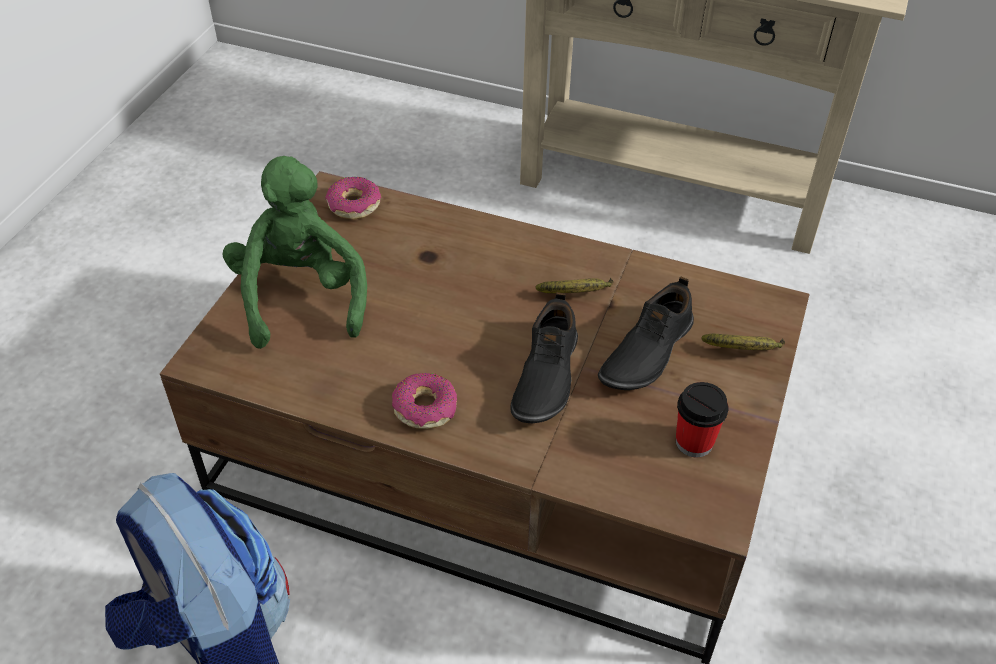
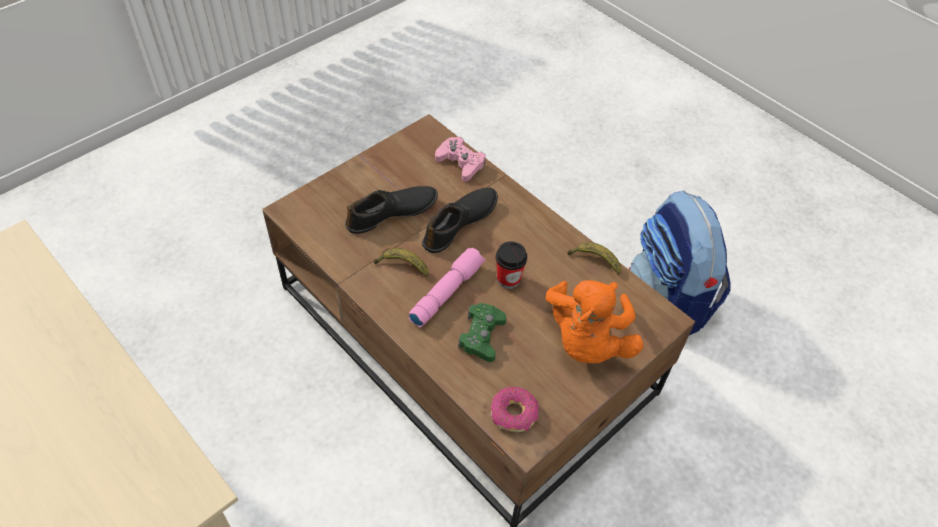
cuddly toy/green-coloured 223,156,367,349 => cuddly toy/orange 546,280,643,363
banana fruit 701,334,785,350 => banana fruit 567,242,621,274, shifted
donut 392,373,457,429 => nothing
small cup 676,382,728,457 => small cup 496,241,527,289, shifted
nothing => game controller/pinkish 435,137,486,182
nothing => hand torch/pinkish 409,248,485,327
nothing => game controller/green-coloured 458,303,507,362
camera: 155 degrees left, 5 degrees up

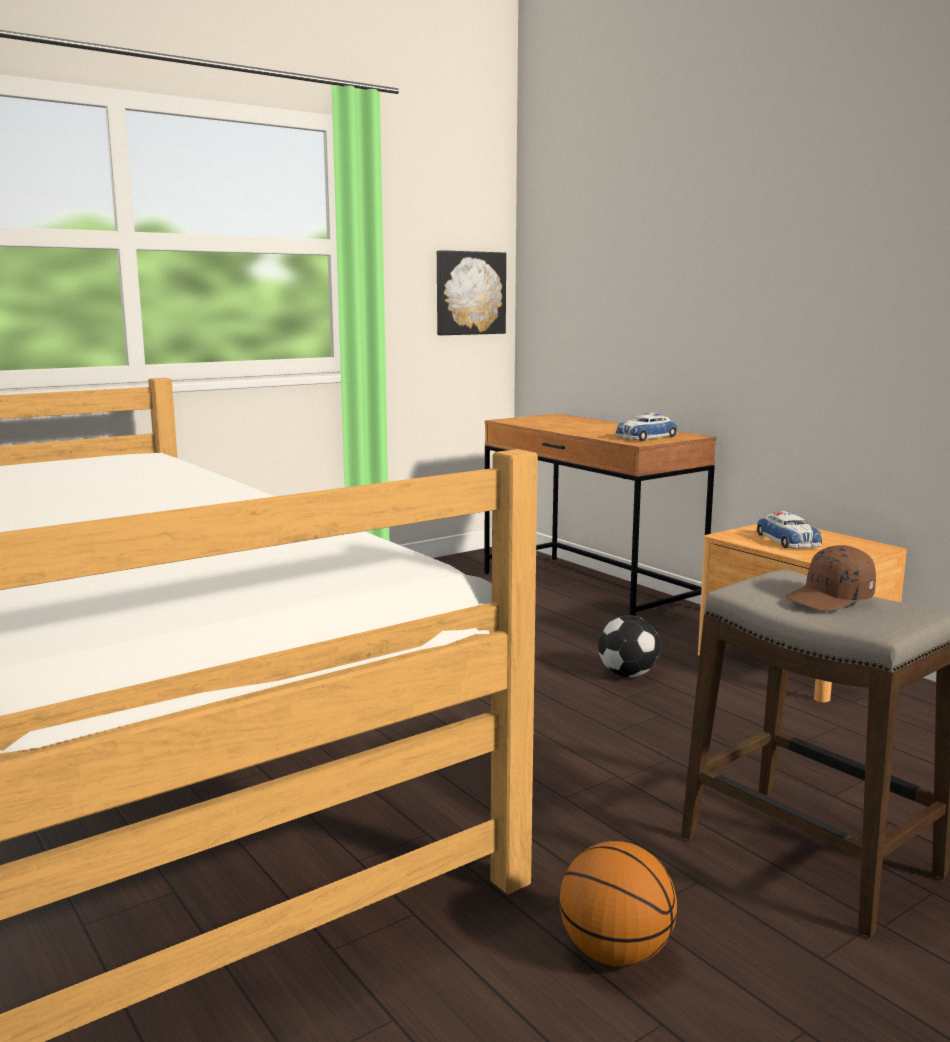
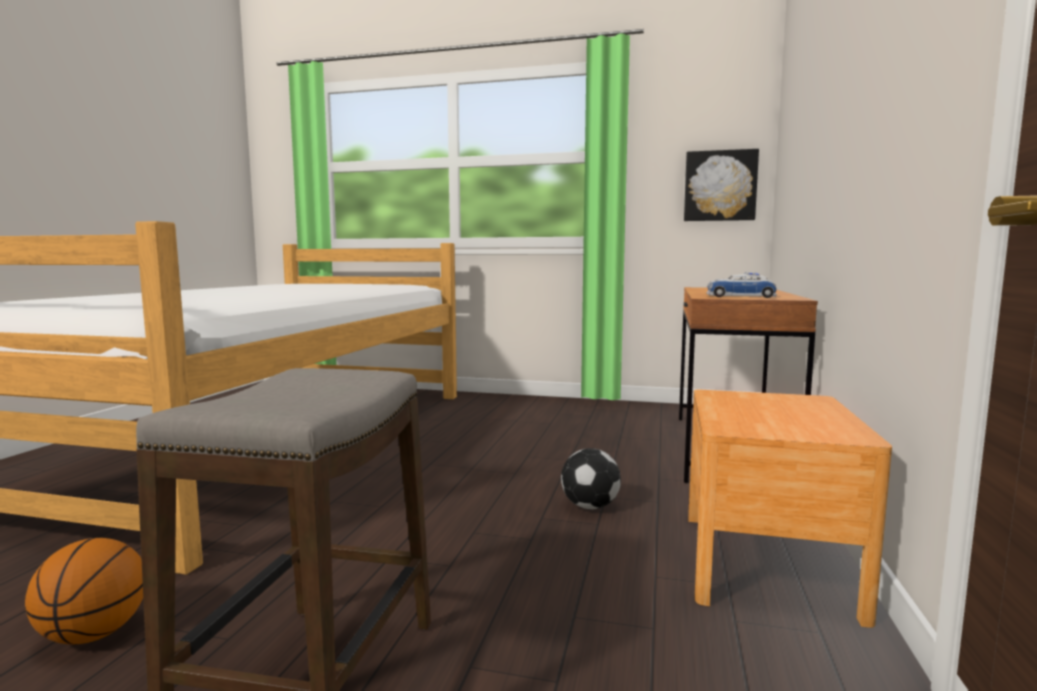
model car 756,511,822,548 => nothing
cap/brownish 785,545,876,611 => nothing
camera: 50 degrees right, 5 degrees down

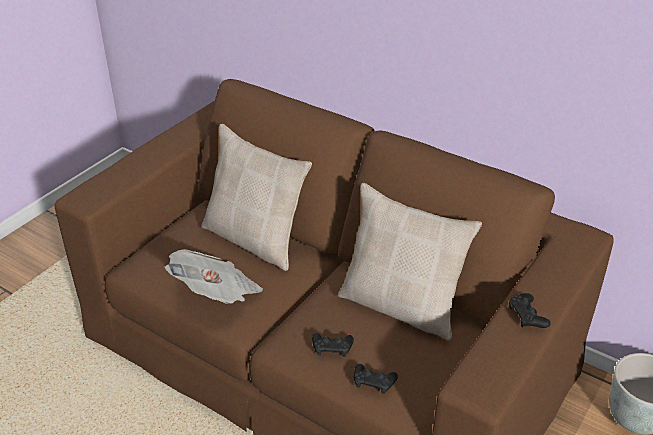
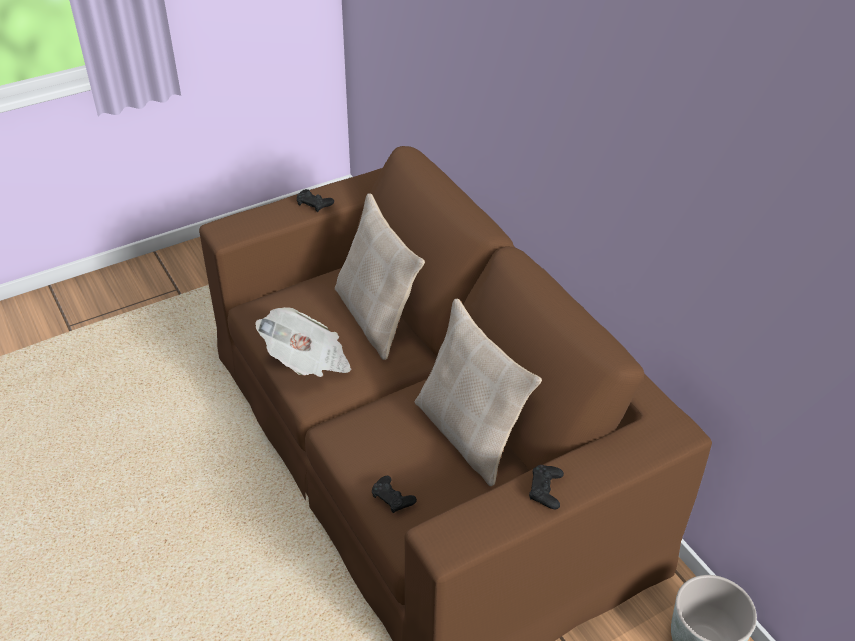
game controller/black 312,333,354,357 => game controller/black 297,189,334,212, shifted
camera: 25 degrees right, 5 degrees up

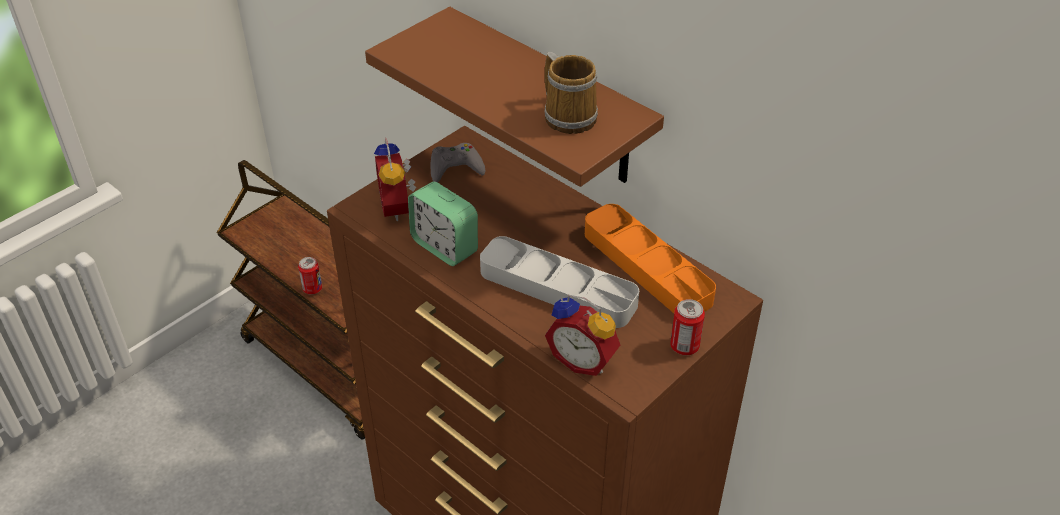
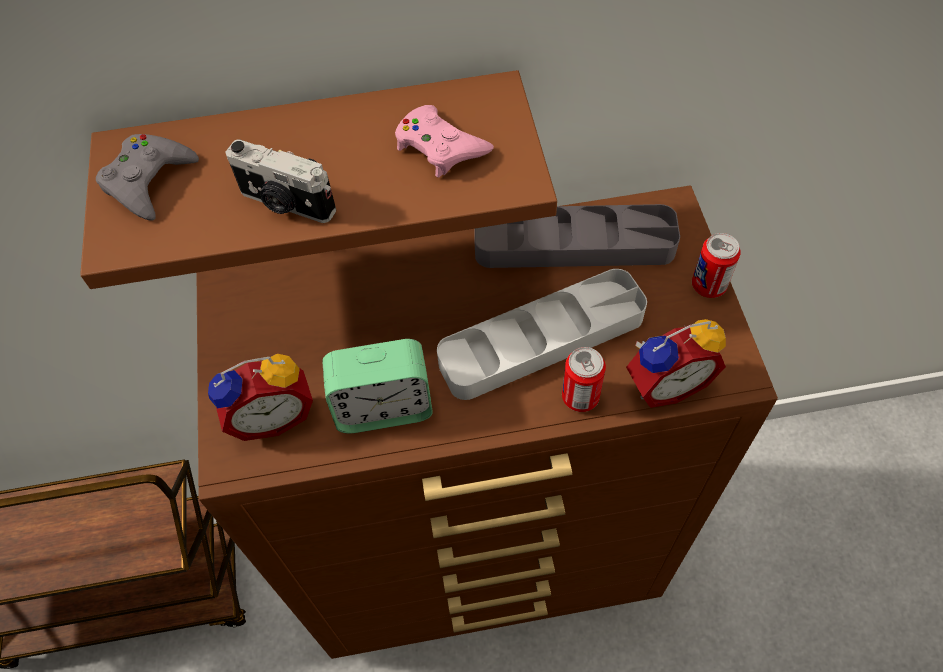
coffee mug 544,52,598,134 => game controller/pinkish 395,105,494,178
alarm clock 374,138,416,221 => alarm clock 208,354,313,441, 45 degrees counterclockwise
game controller/grey 431,143,485,182 => game controller/grey 96,134,199,221, shifted
serving tray/orange 585,204,716,313 => serving tray/grey 474,204,680,268
sealed can 298,257,322,295 => sealed can 562,347,606,412, shifted
nothing => photo camera 226,139,336,223
camera: 50 degrees left, 15 degrees up

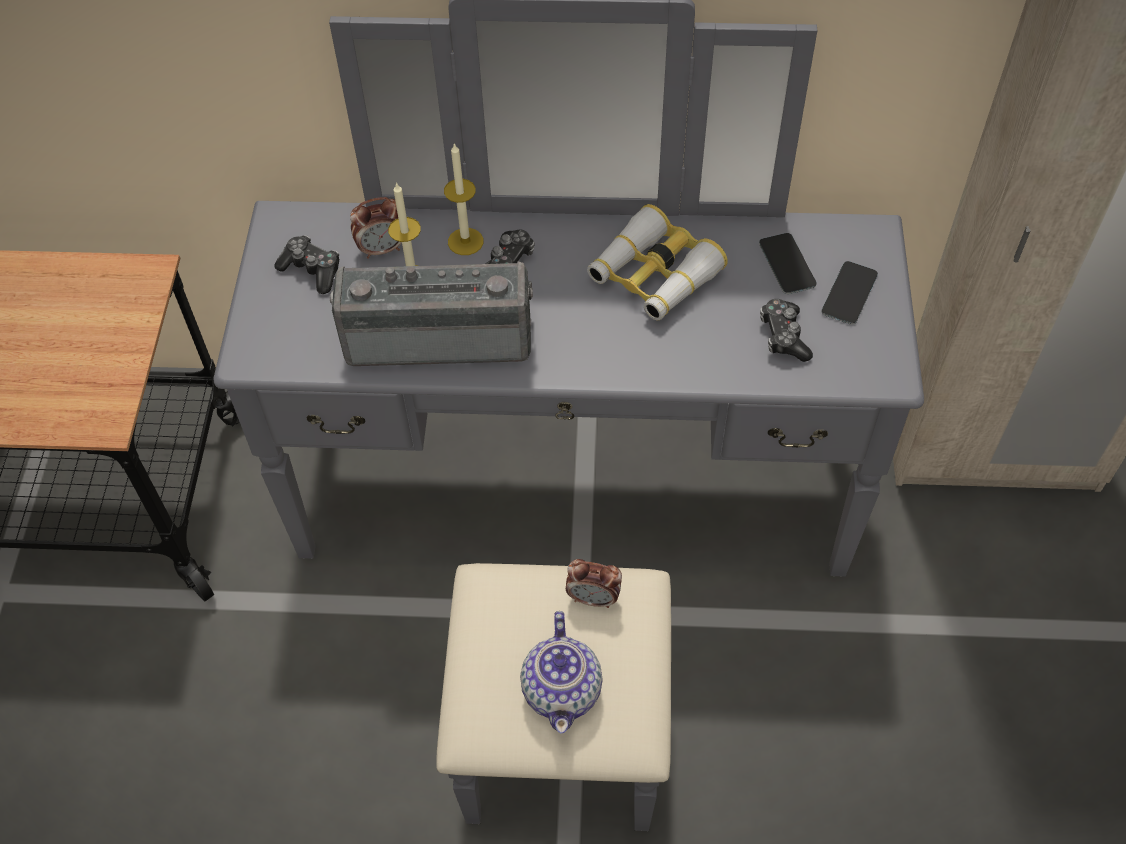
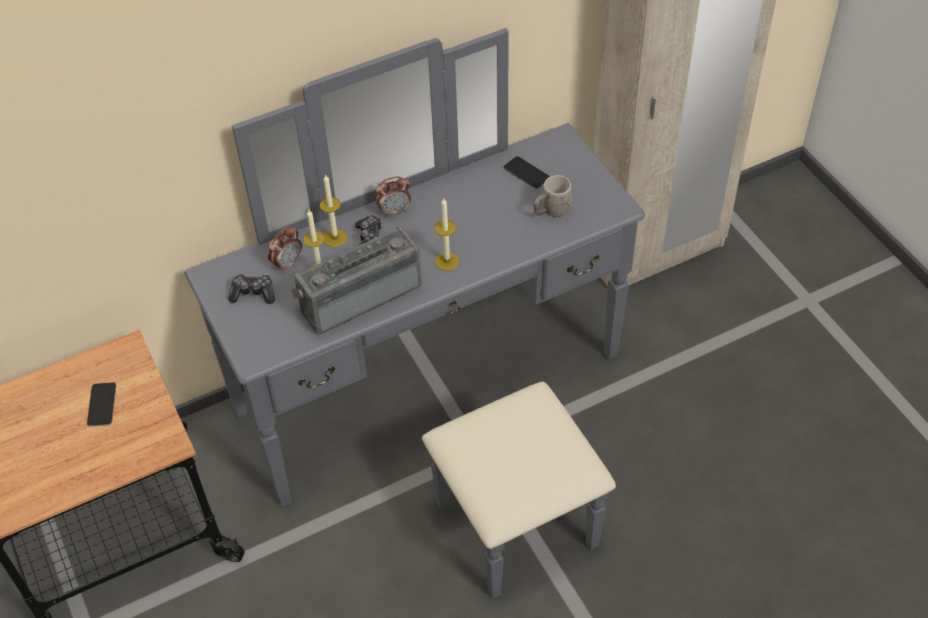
binoculars 587,204,728,320 => nothing
phone 821,261,878,325 => phone 87,382,116,427, shifted
game controller 760,299,813,362 => coffee mug/grey 534,175,572,217
alarm clock 566,559,622,608 => alarm clock 375,176,411,217, shifted
teapot 520,611,603,733 => nothing
nothing => wax light 435,198,459,271
camera: 30 degrees left, 5 degrees down

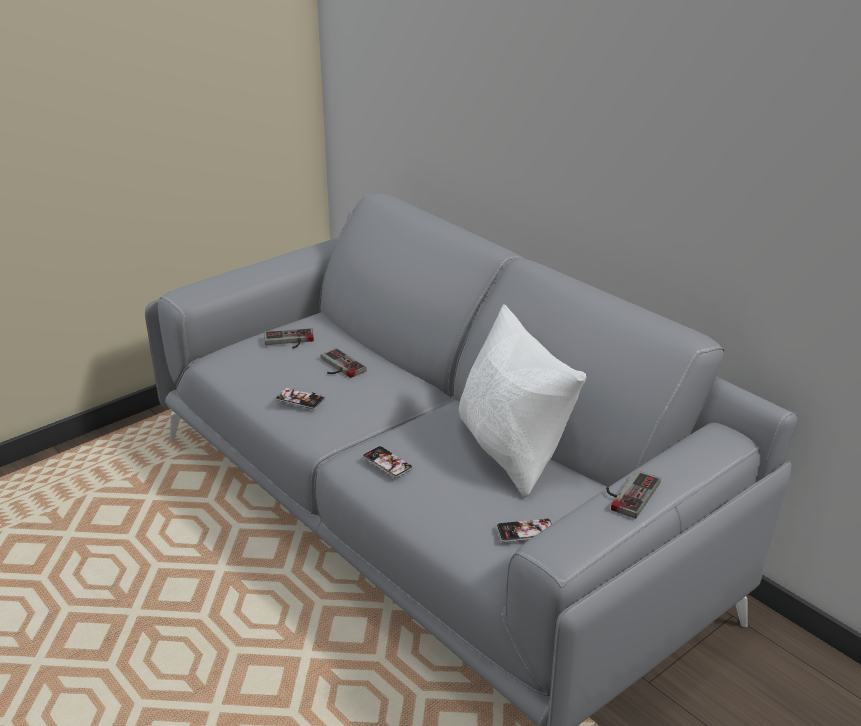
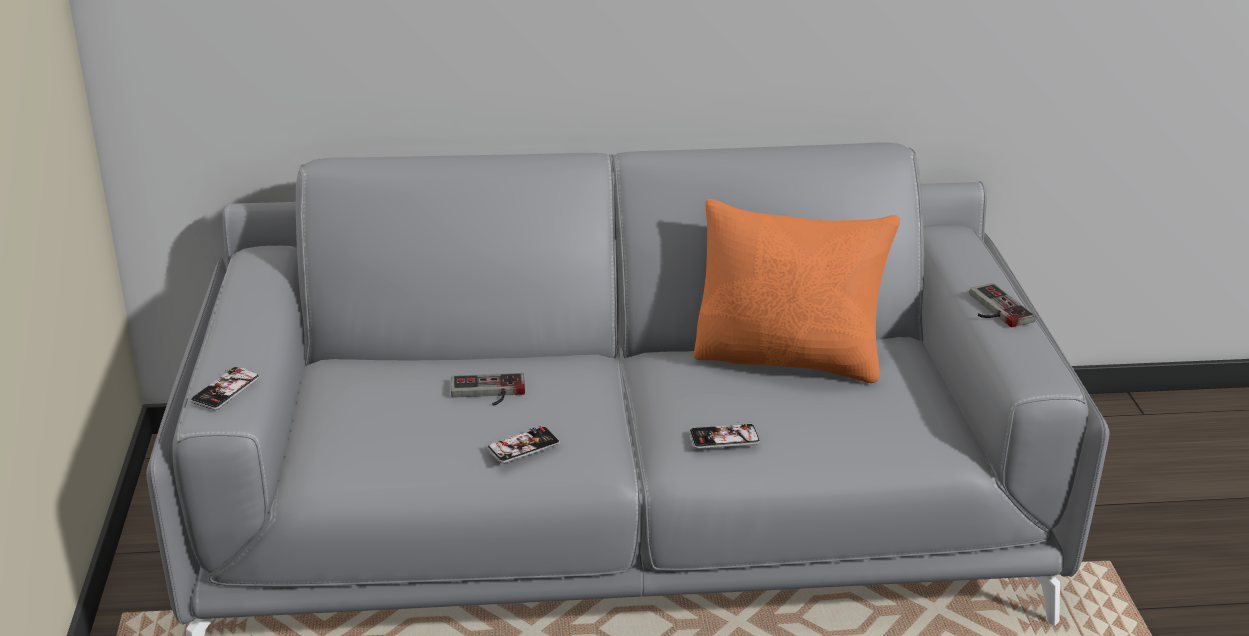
cushion/white 459,304,586,497 => cushion/orange 694,199,900,383
game controller 264,328,314,348 => nothing
phone 496,518,552,542 => phone 191,365,260,410, shifted
camera: 55 degrees left, 0 degrees up

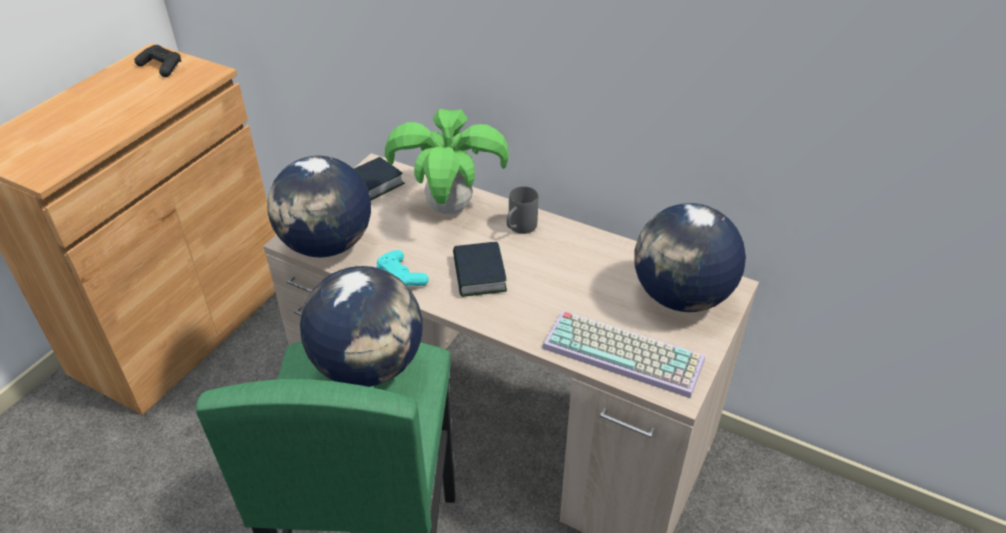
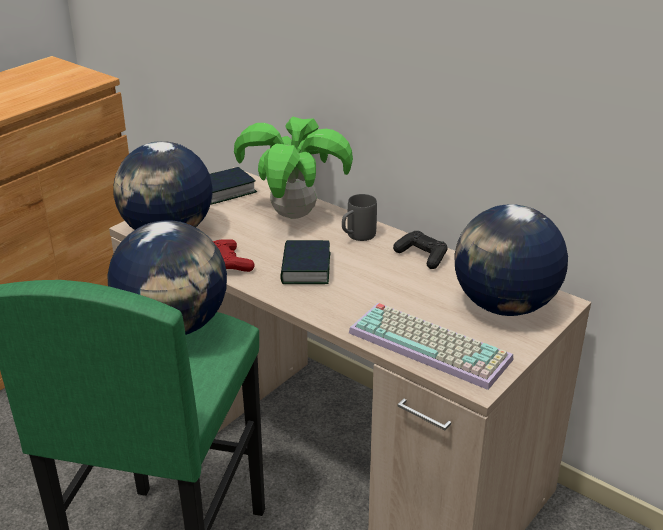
game controller/black 134,45,181,77 => game controller/black 393,231,448,269, shifted
game controller/blue-green 377,250,429,286 => game controller/red 213,239,255,272
camera: 10 degrees right, 10 degrees down

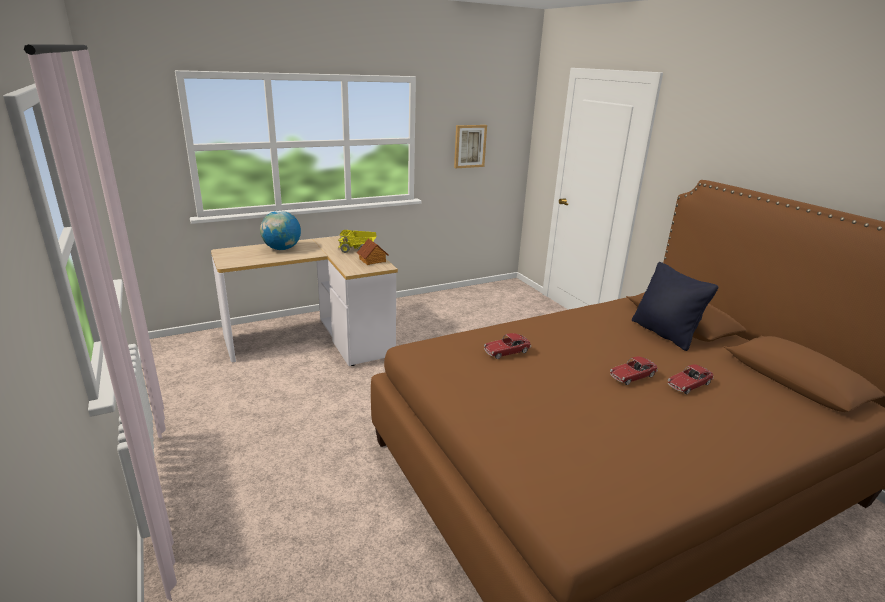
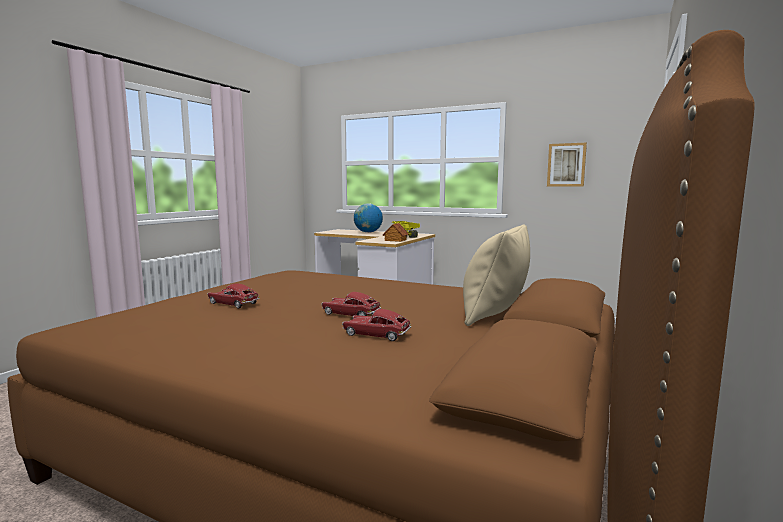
cushion/black 632,262,718,351 => cushion/beige 463,224,530,326
model car 484,333,531,359 => model car 207,283,260,308, shifted
camera: 55 degrees right, 15 degrees down

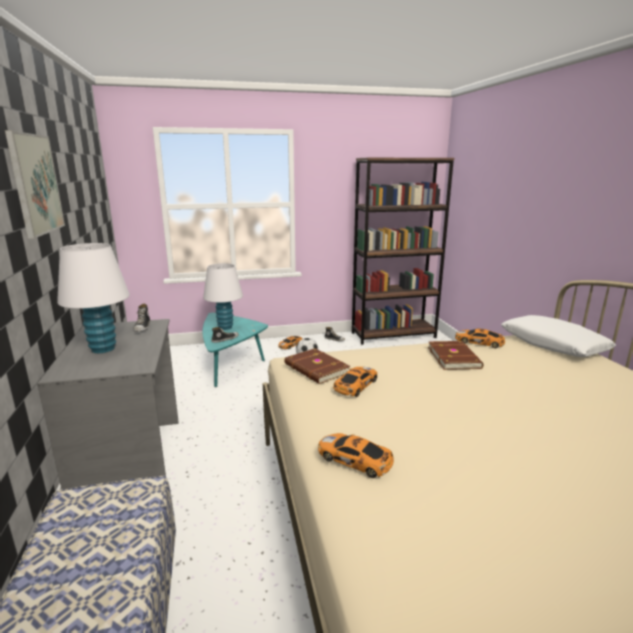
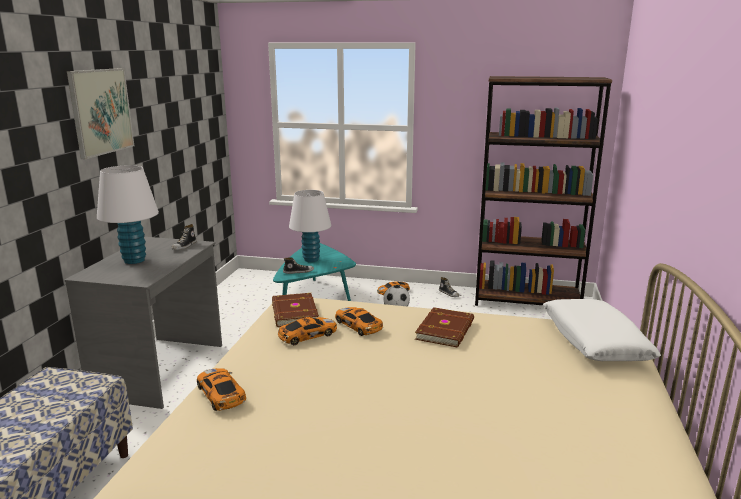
model car 455,329,505,349 => model car 335,307,383,336, shifted
camera: 25 degrees right, 0 degrees up

